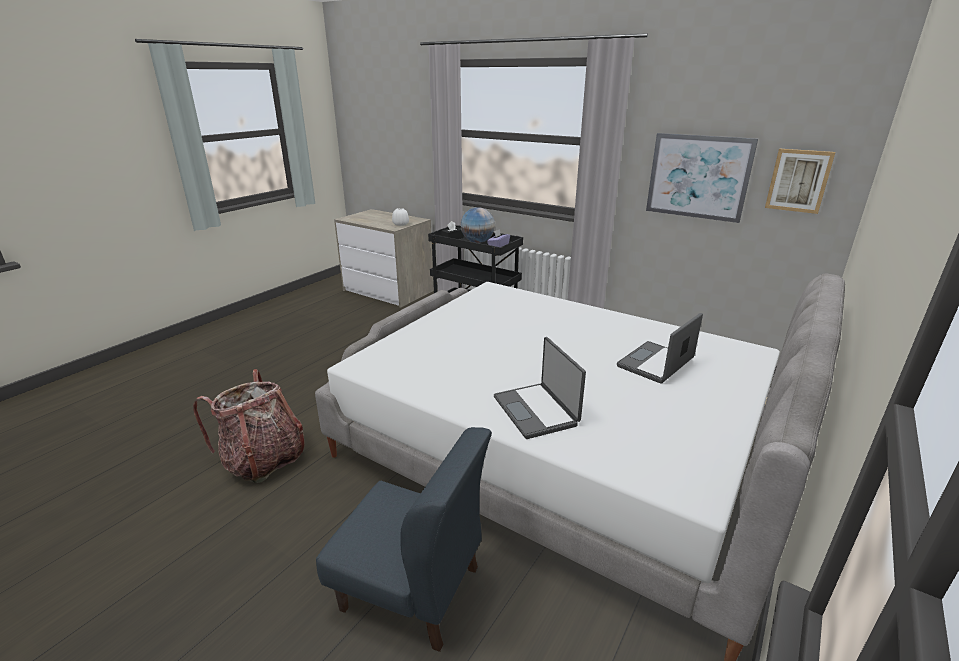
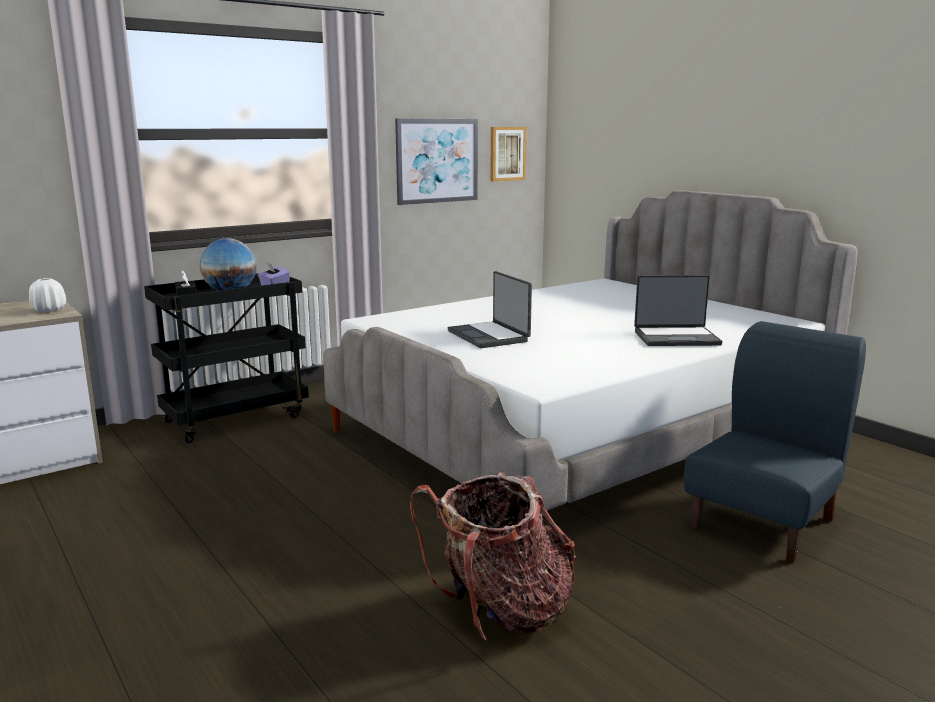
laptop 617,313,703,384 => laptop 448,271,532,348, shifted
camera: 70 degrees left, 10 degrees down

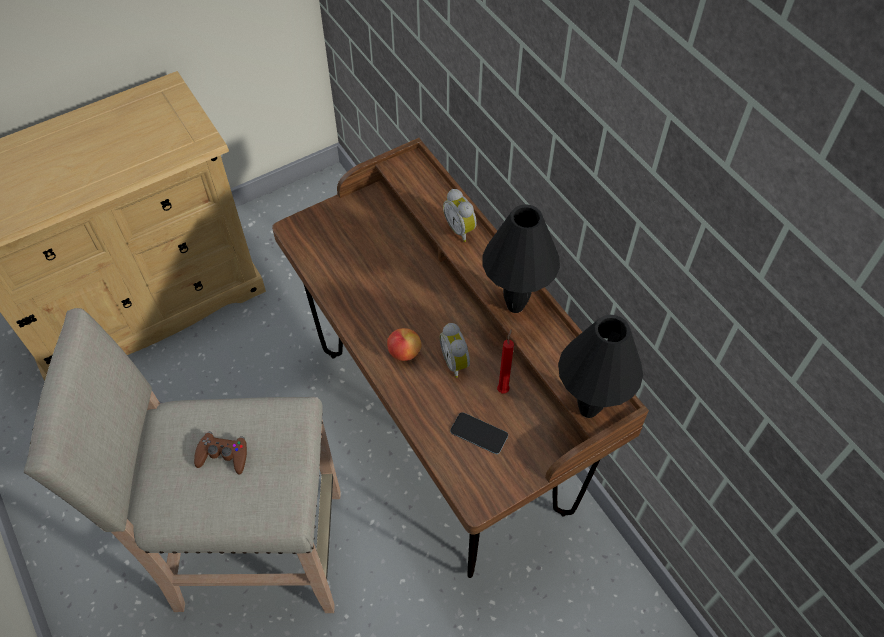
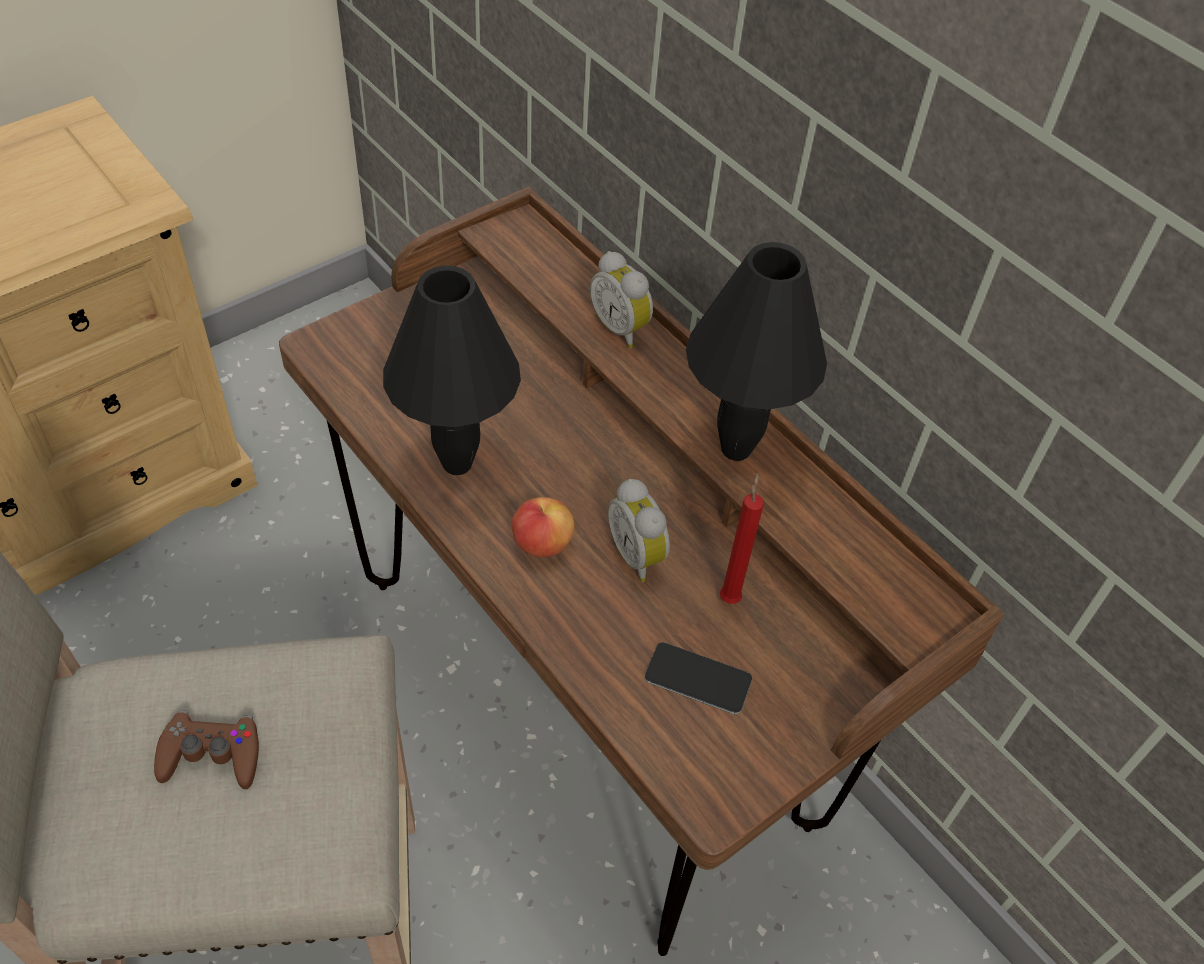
table lamp/black 558,315,643,418 => table lamp/black 383,265,521,475, shifted
camera: 10 degrees left, 5 degrees down

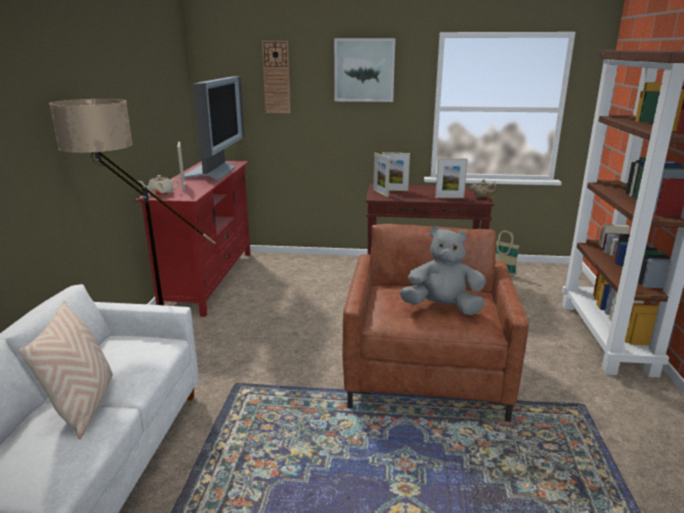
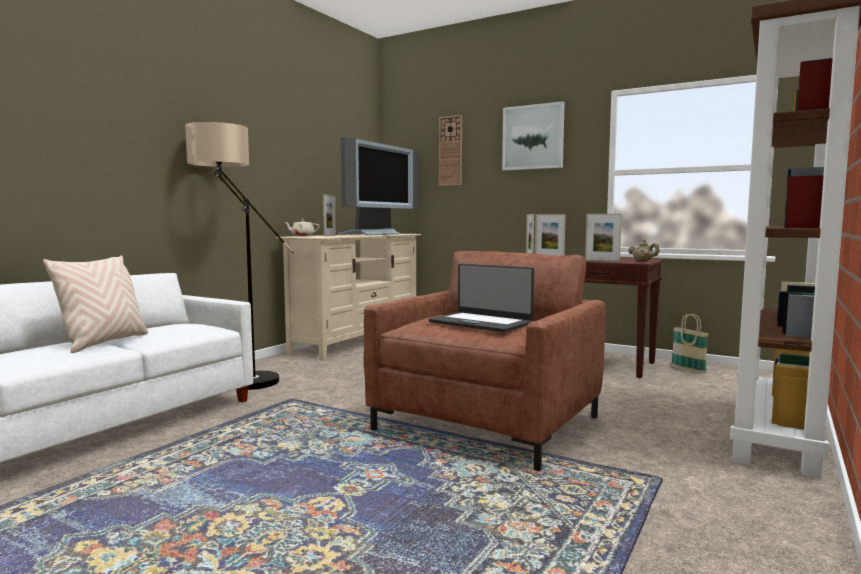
tv stand/red 134,161,250,317 => tv stand/beige 277,234,421,361
cuddly toy/grey 400,226,486,315 => laptop 429,263,534,332
camera: 25 degrees right, 15 degrees down

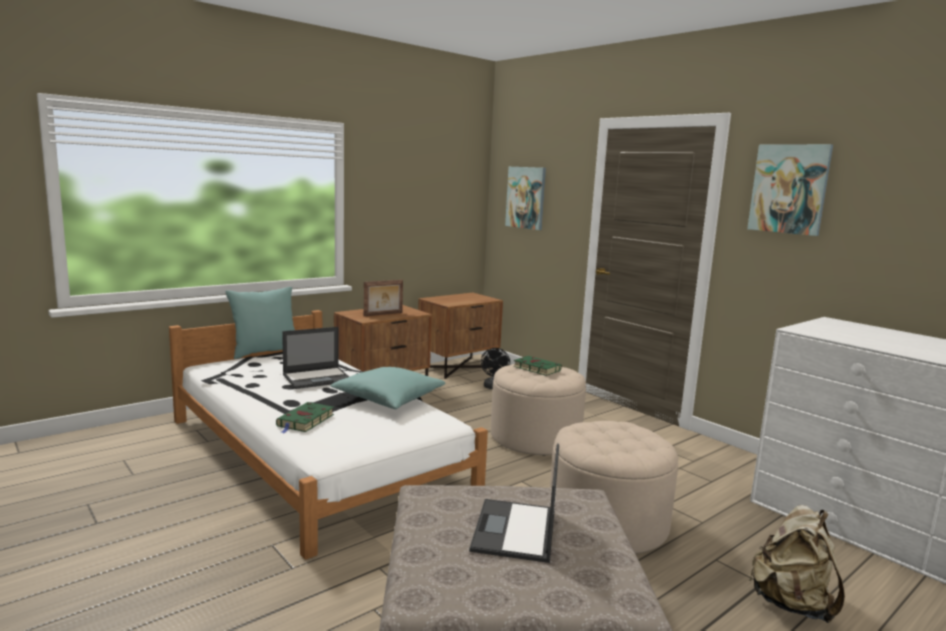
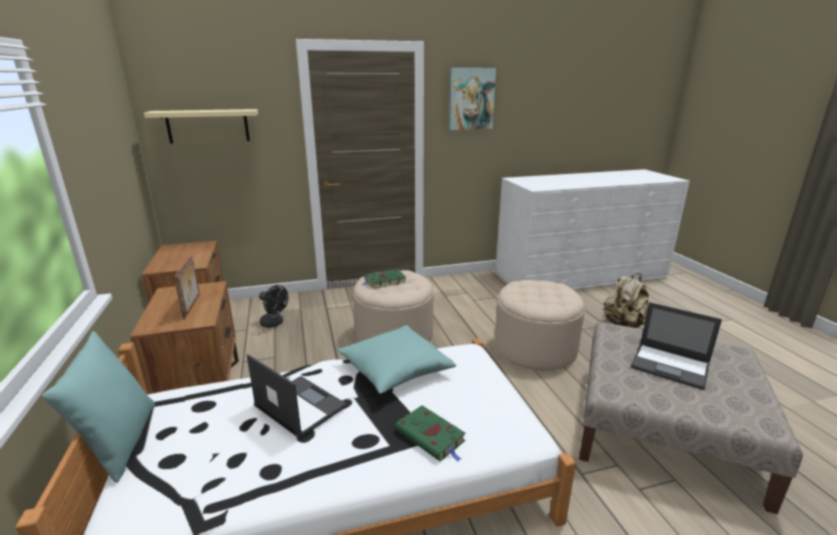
wall picture 505,167,546,230 => wall shelf/beige 144,109,258,144
laptop 282,327,349,389 => laptop 247,354,347,439, 45 degrees counterclockwise
camera: 65 degrees left, 10 degrees up

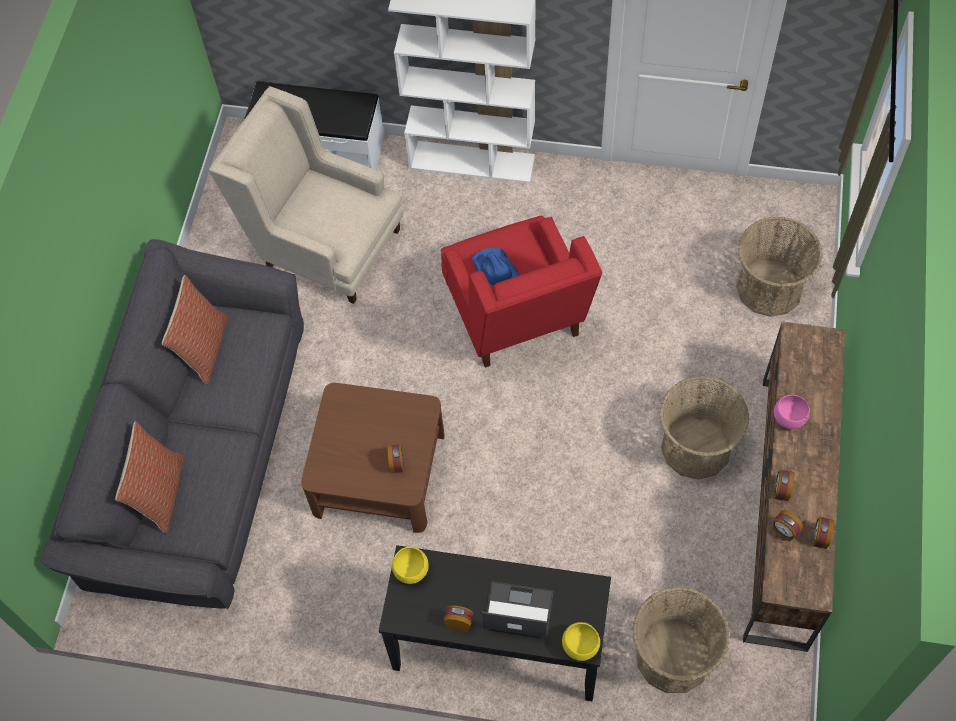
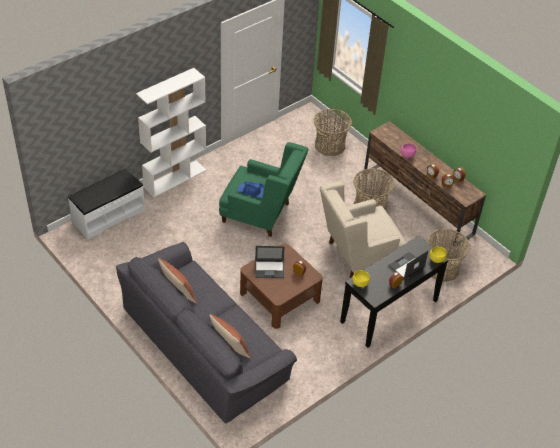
armchair/beige 209,86,403,304 => armchair/beige 320,181,406,278, shifted
armchair/red 441,216,602,368 => armchair/green-coloured 219,142,309,237
nothing => laptop 255,246,285,278
camera: 55 degrees left, 15 degrees down

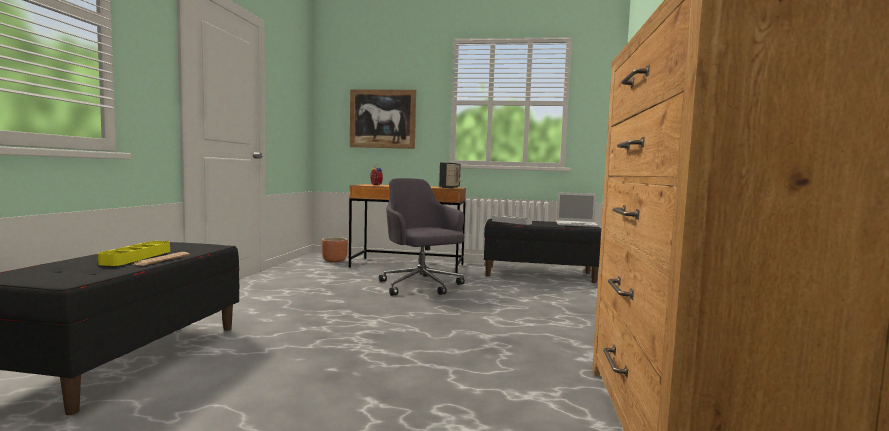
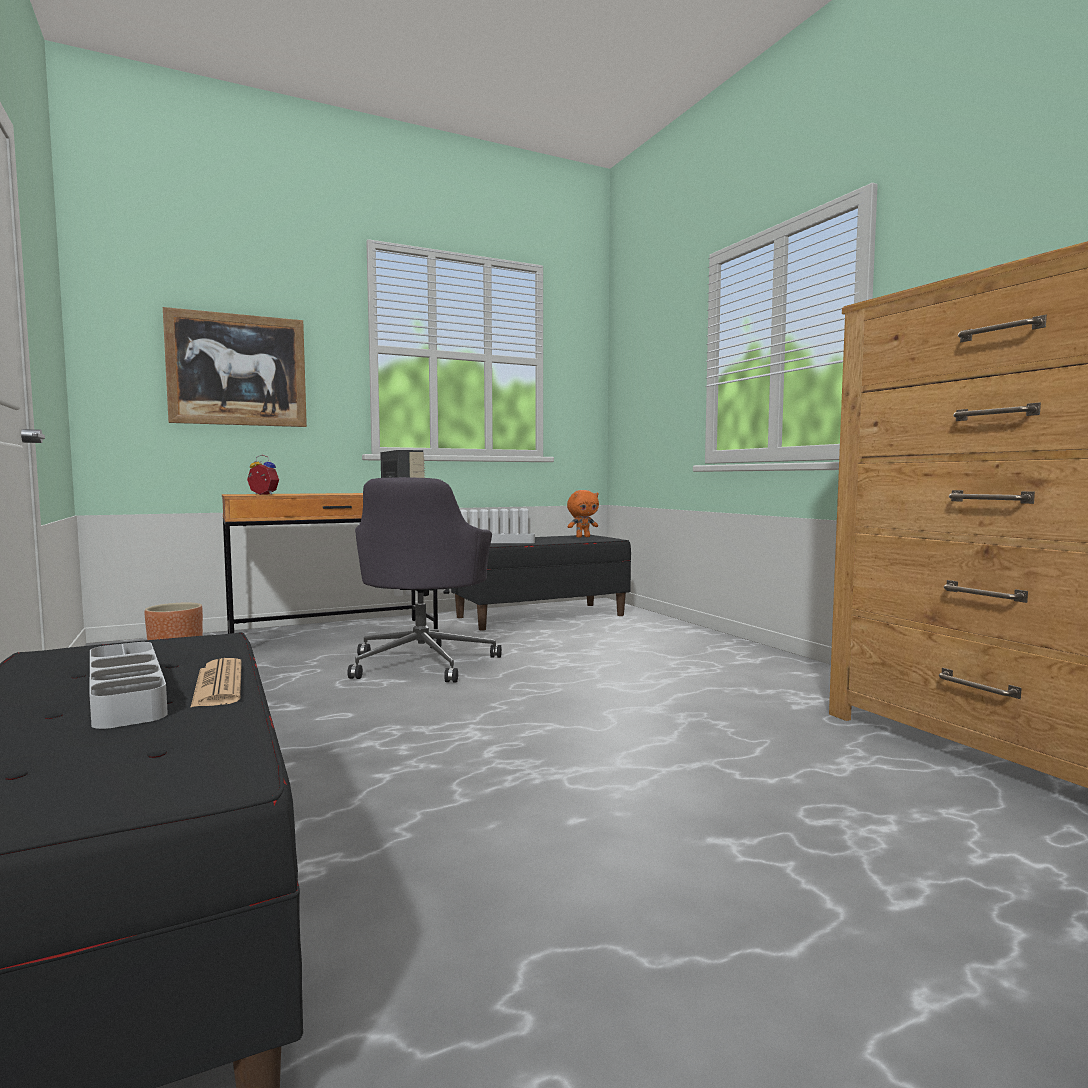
computer chair/grey 379,178,465,296 => computer chair/grey 347,477,502,683, 105 degrees counterclockwise
laptop 557,192,599,227 => cuddly toy/orange 567,490,599,538
serving tray/yellowish 98,241,170,266 => serving tray/grey 89,642,168,729
camera: 35 degrees left, 0 degrees up

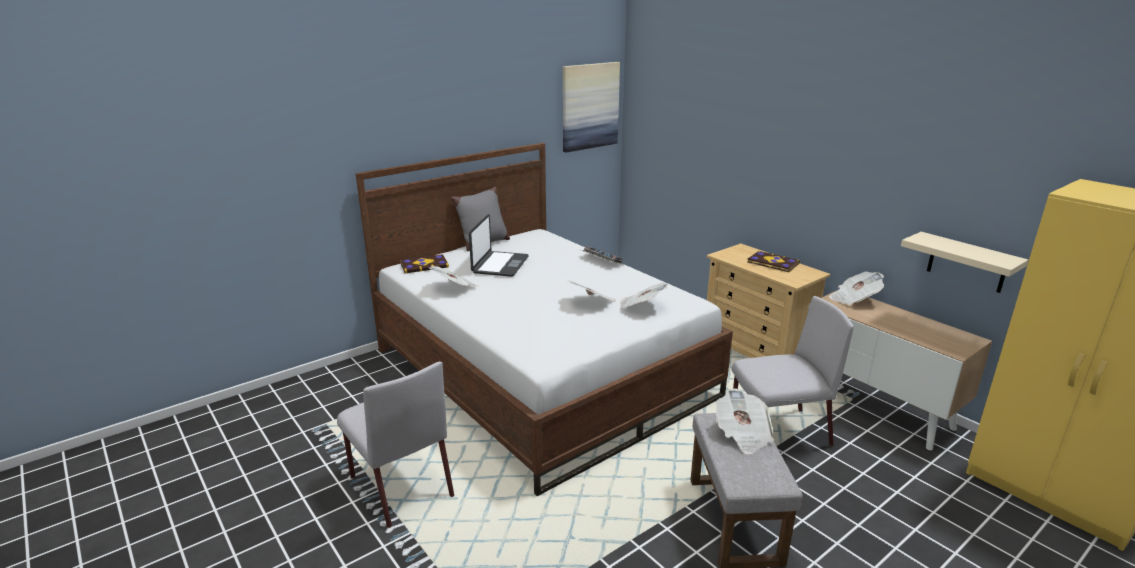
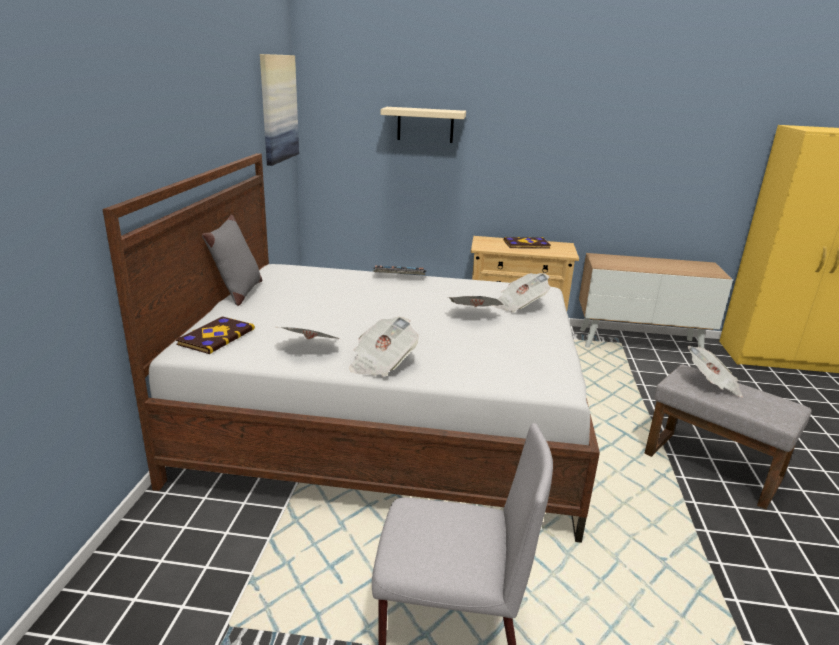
laptop 469,214,529,277 => nothing
wall shelf/beige 901,232,1028,293 => wall shelf/beige 381,107,466,143, shifted
printed paper 829,272,884,305 => printed paper 349,317,419,377, shifted
plain chair/grey 731,296,854,446 => nothing
camera: 45 degrees left, 0 degrees up

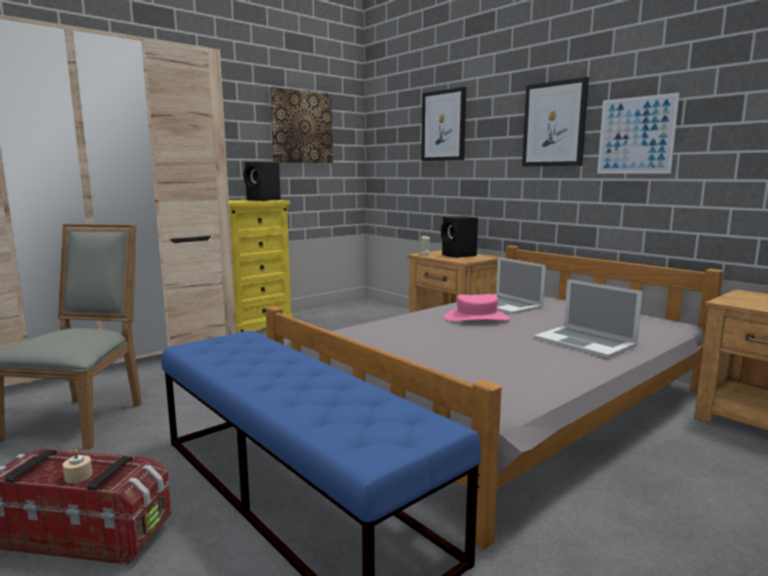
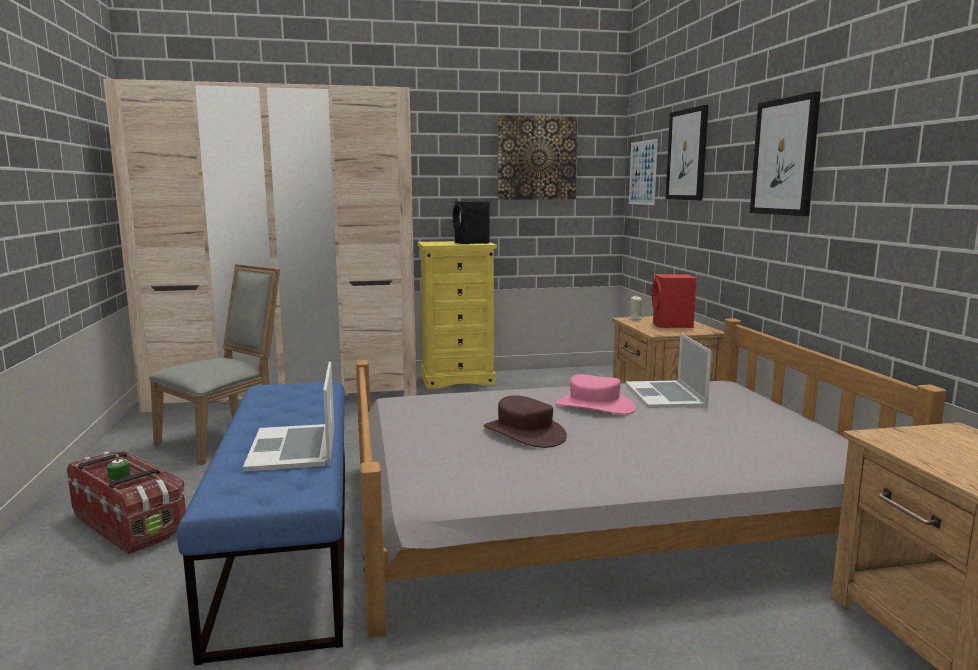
wall picture 597,93,680,174 => wall picture 629,139,658,205, shifted
loudspeaker/black 441,216,478,258 => loudspeaker/red 652,274,697,328
laptop 534,279,643,358 => laptop 243,362,334,472, shifted
wax light/beige 63,449,93,483 => wax light/green-coloured 107,454,130,480
nothing => wearable hat/brownish 484,395,567,448
camera: 30 degrees right, 0 degrees up

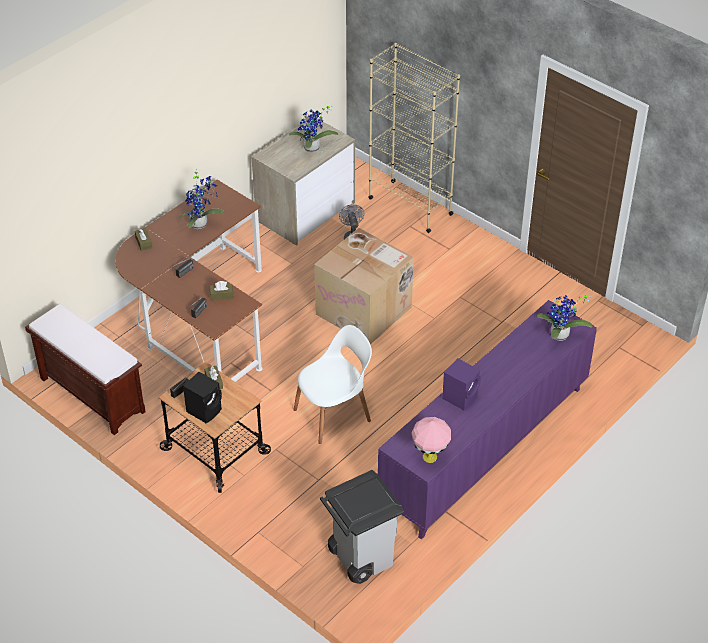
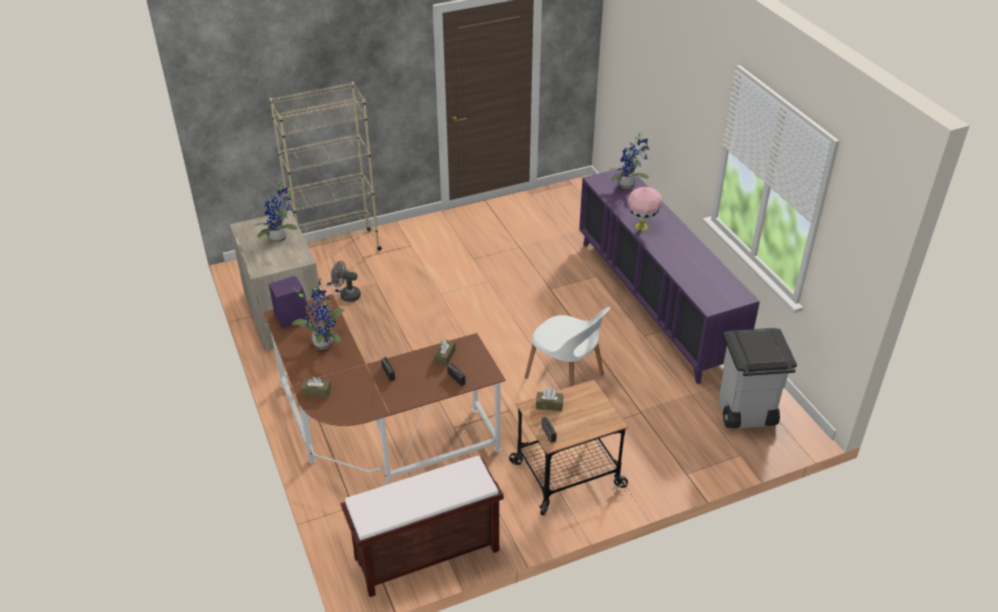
packing box 314,228,414,344 => nothing
plain chair/white 293,325,372,444 => plain chair/white 525,307,610,387, 135 degrees clockwise
loudspeaker/purple-coloured 442,358,481,410 => loudspeaker/purple-coloured 269,276,307,328, shifted
loudspeaker/black 183,372,222,424 => nothing
table lamp/pinkish 412,417,451,463 => table lamp/pinkish 628,187,662,231, shifted
camera: 65 degrees left, 5 degrees down

